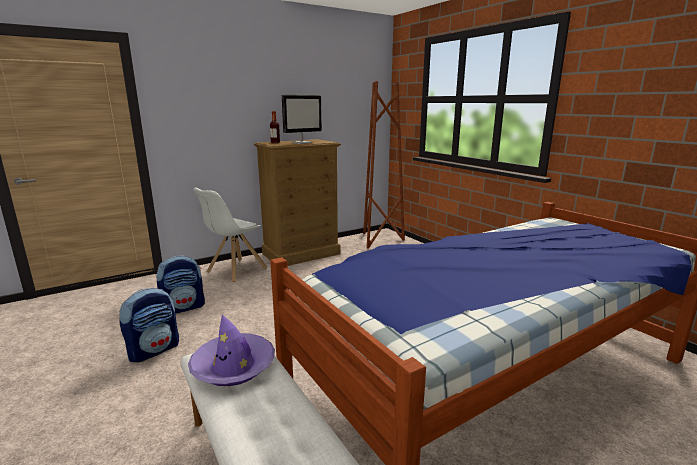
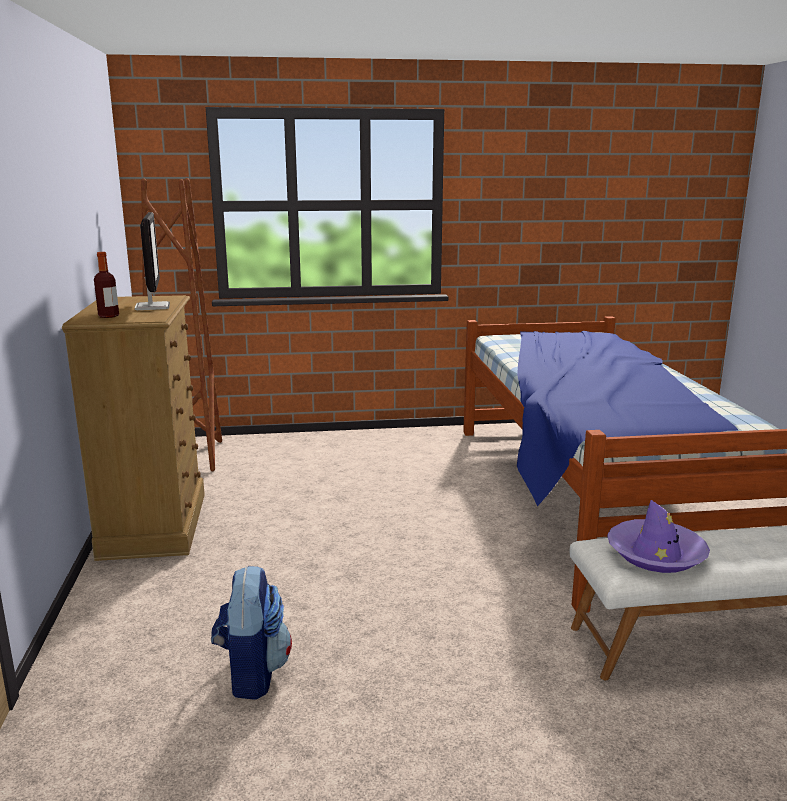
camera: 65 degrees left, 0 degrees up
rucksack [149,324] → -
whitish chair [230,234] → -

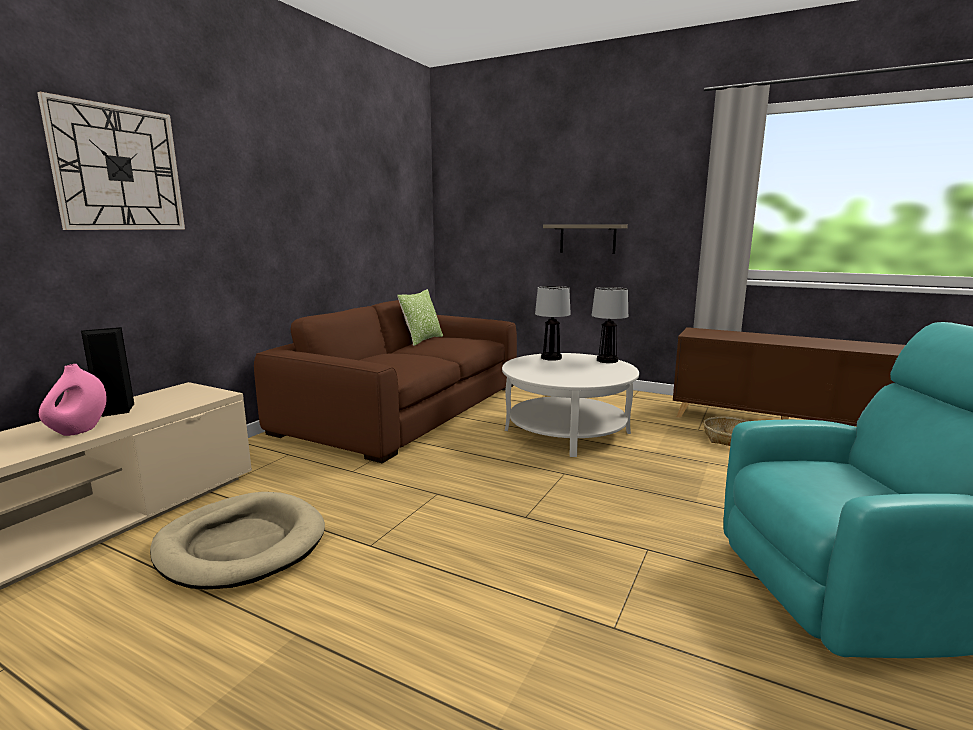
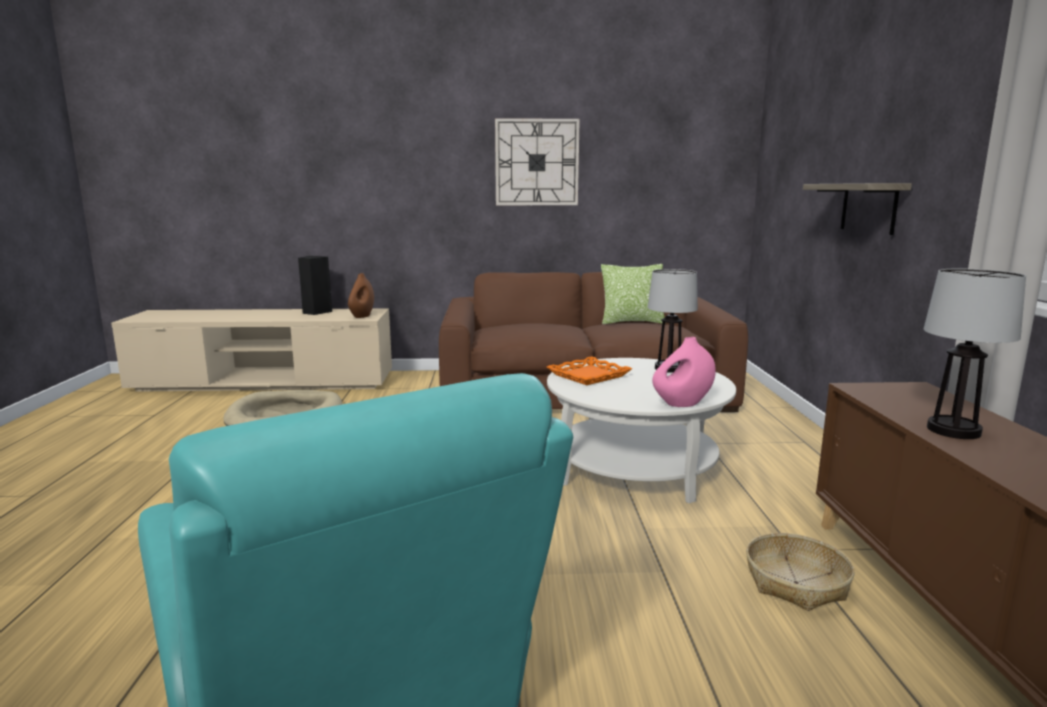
camera: 60 degrees right, 0 degrees up
hanging clock [111,161] → hanging clock [537,161], shifted
pinkish flower vase [73,400] → pinkish flower vase [684,372], shifted
tabletop lamp [610,325] → tabletop lamp [975,354], shifted
- → brownish flower vase [361,295]
- → orange-coloured carrying tray [589,370]

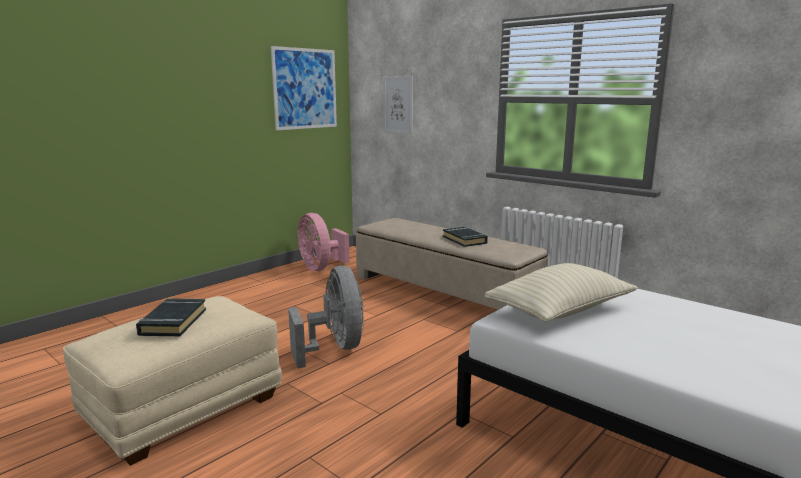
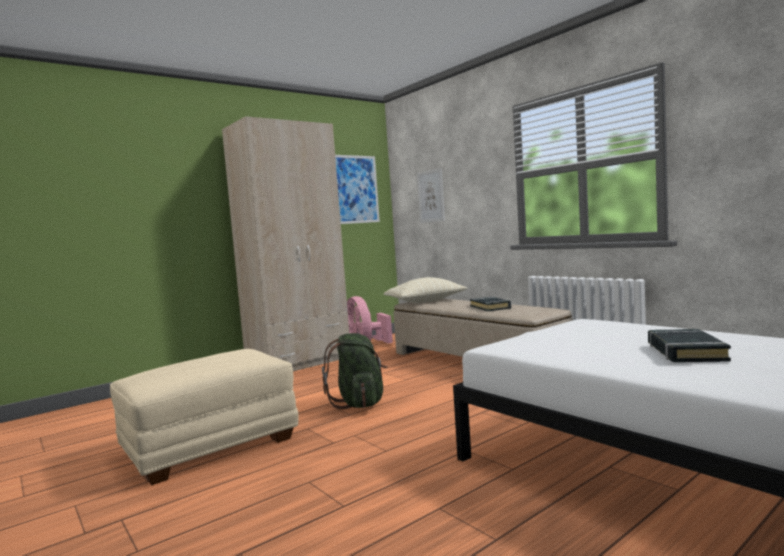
camera: 10 degrees right, 10 degrees down
blackish book [171,317] → blackish book [689,345], shifted
grey fan [326,317] → green rucksack [354,371]
beige-coloured throw pillow [561,292] → beige-coloured throw pillow [425,290], shifted
- → beige-coloured wardrobe [285,243]

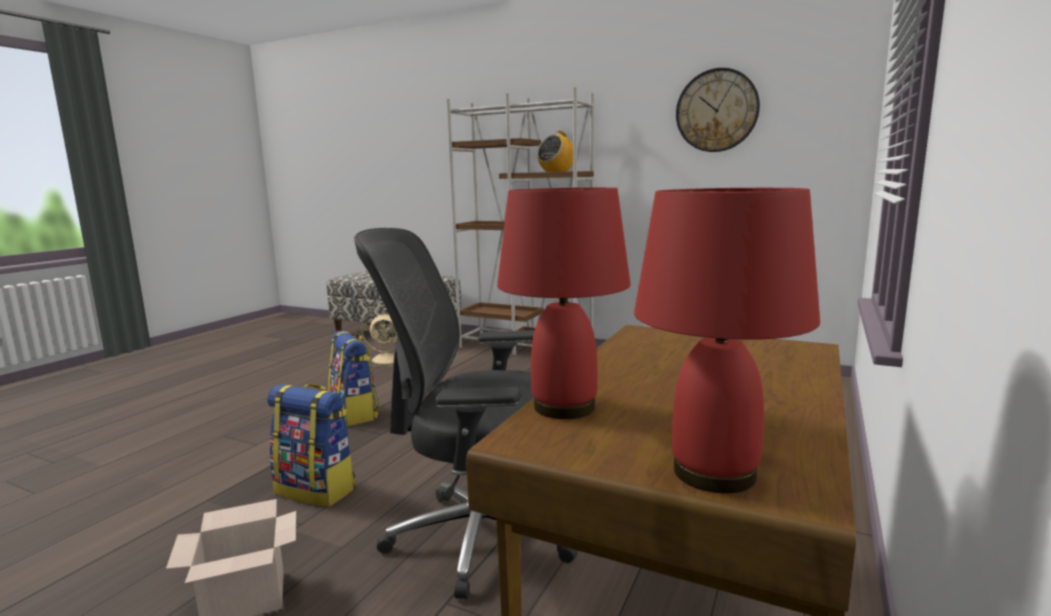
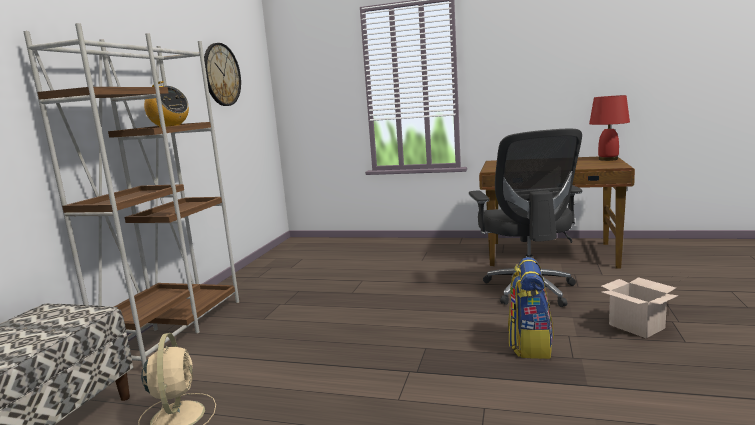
camera: 100 degrees left, 0 degrees up
rucksack [354,378] → -
red-coloured tabletop lamp [564,303] → -

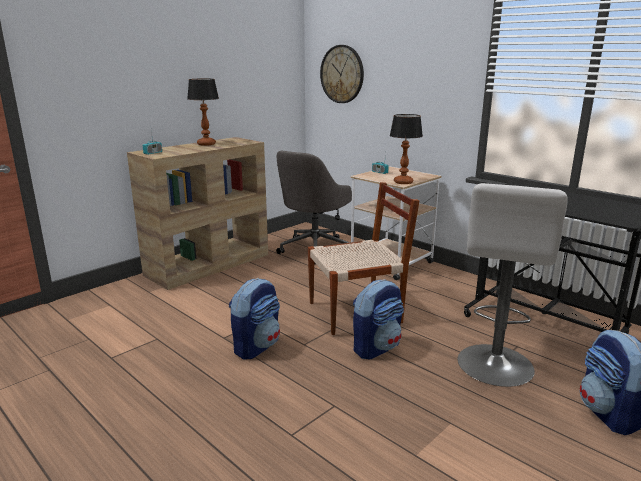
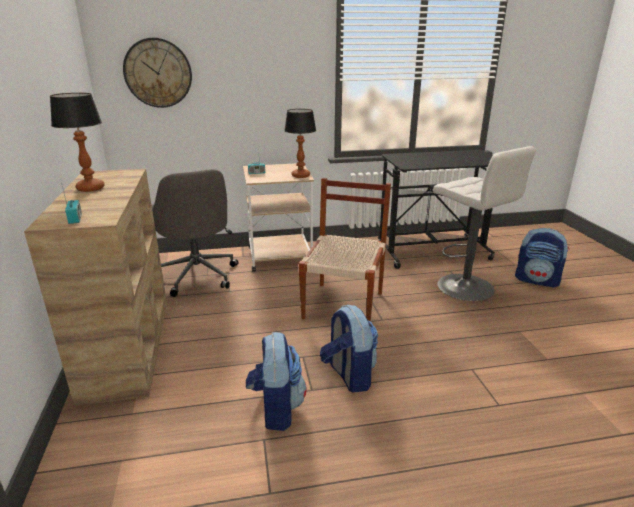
camera: 55 degrees left, 5 degrees up
rucksack [378,319] → rucksack [276,381], shifted

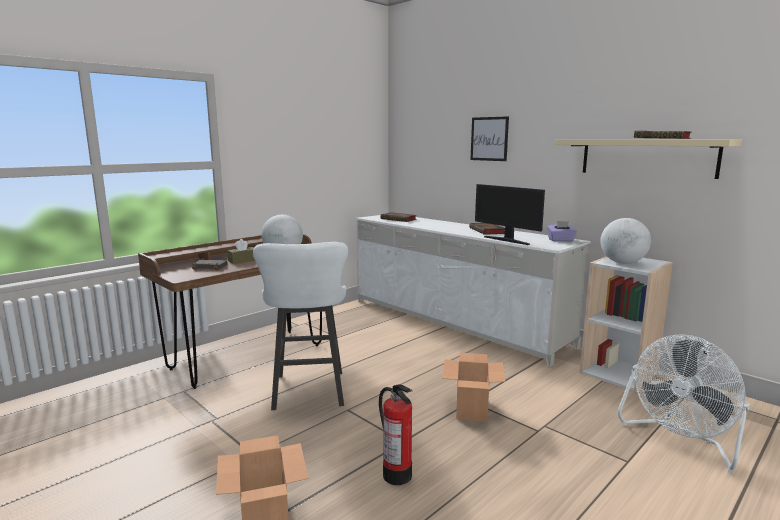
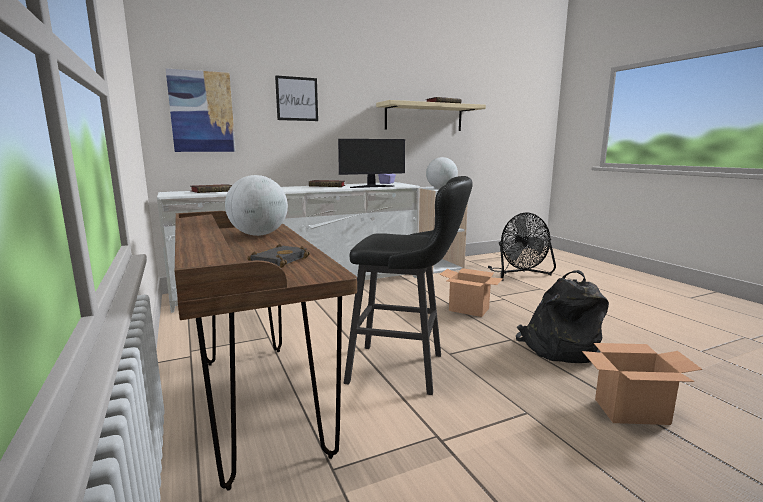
camera: 70 degrees left, 0 degrees up
brownish box of tissues [241,251] → -
whitish stool [300,326] → blackish stool [408,285]
fire-fighting cylinder [395,434] → blackish rucksack [562,316]
whitish fan [684,404] → blackish fan [522,247]
- → picture [201,110]

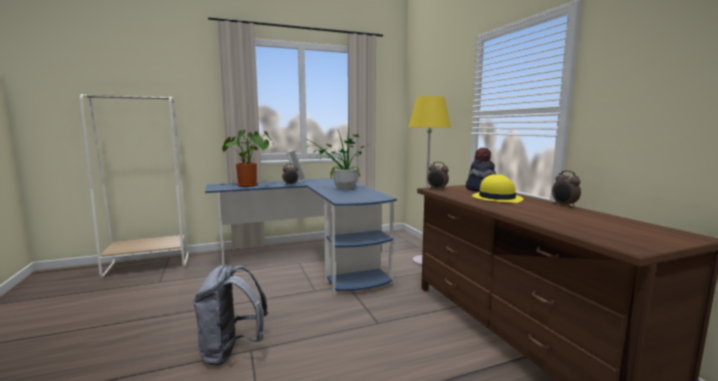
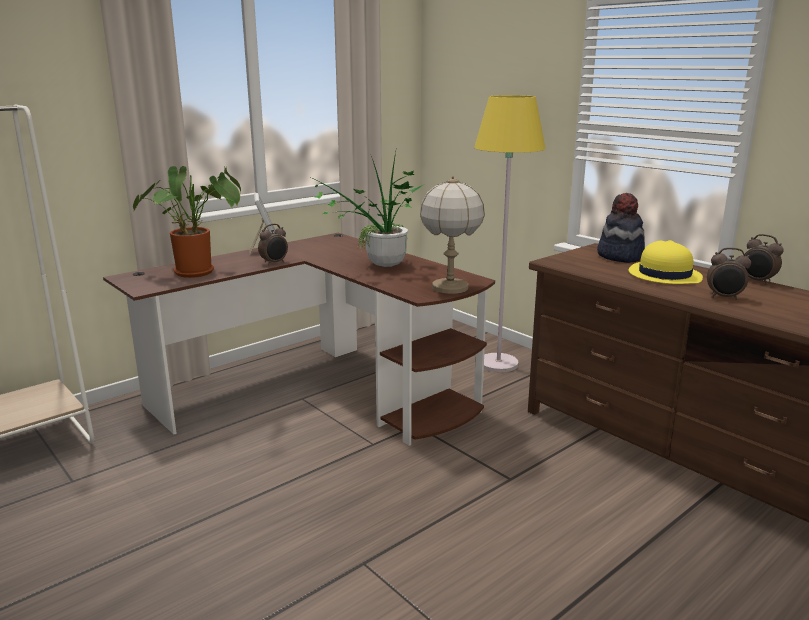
camera: 20 degrees left, 10 degrees up
grey rucksack [230,315] → -
bluish desk table [301,236] → brownish desk table [299,339]
bedside clock [438,176] → bedside clock [729,273], shifted
- → tabletop lamp [452,235]

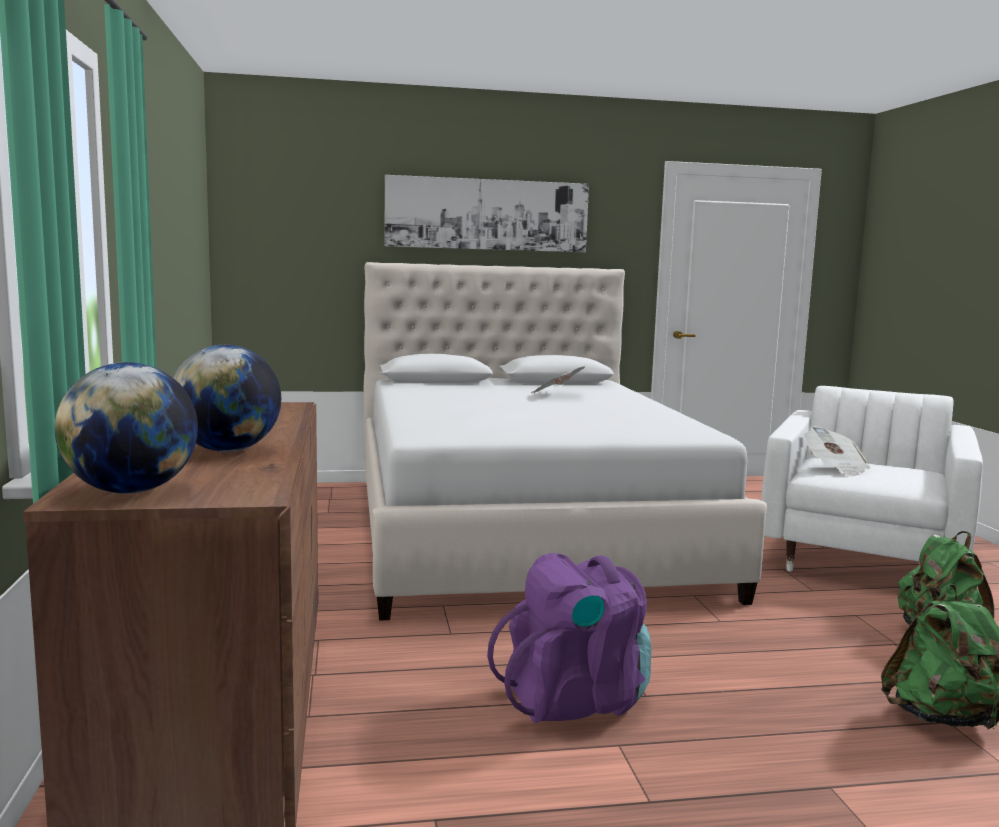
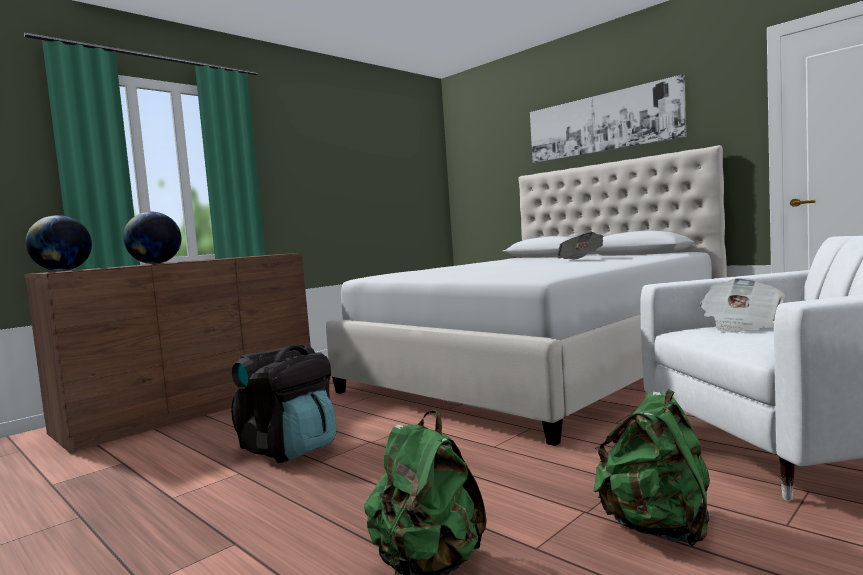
camera: 55 degrees right, 5 degrees down
purple-coloured rucksack [569,638] → blackish rucksack [283,403]

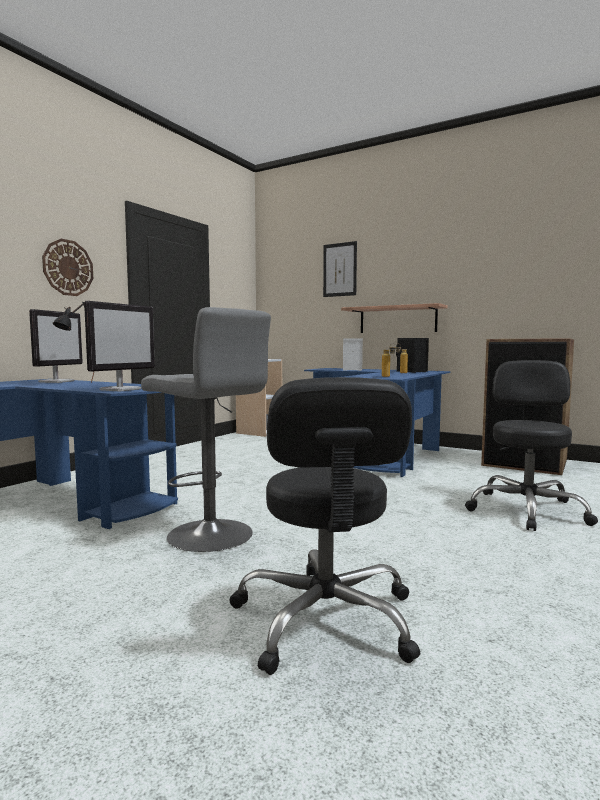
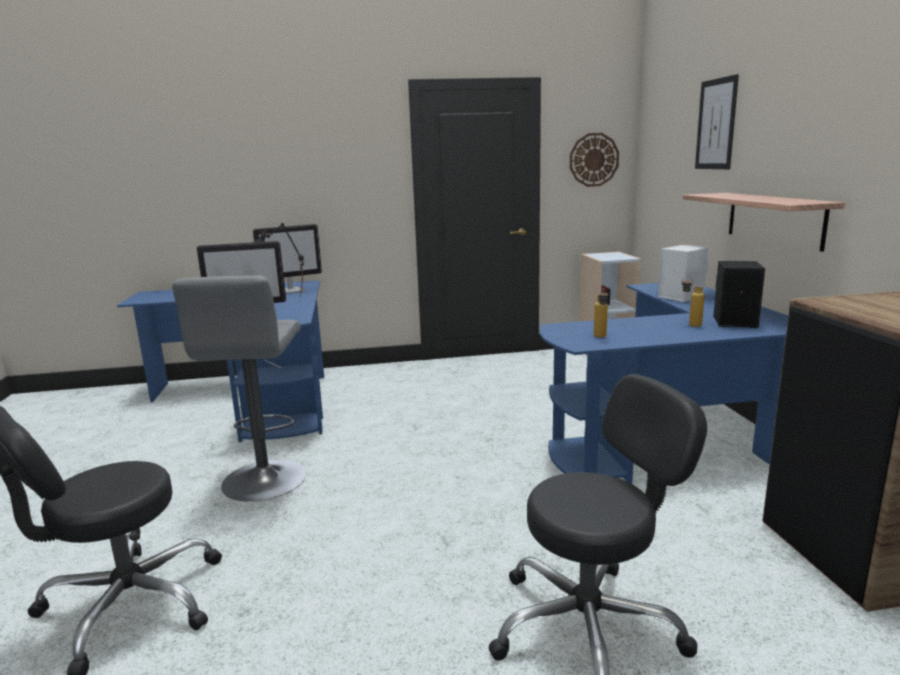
camera: 50 degrees right, 10 degrees up
hanging clock [67,267] → hanging clock [594,160], shifted

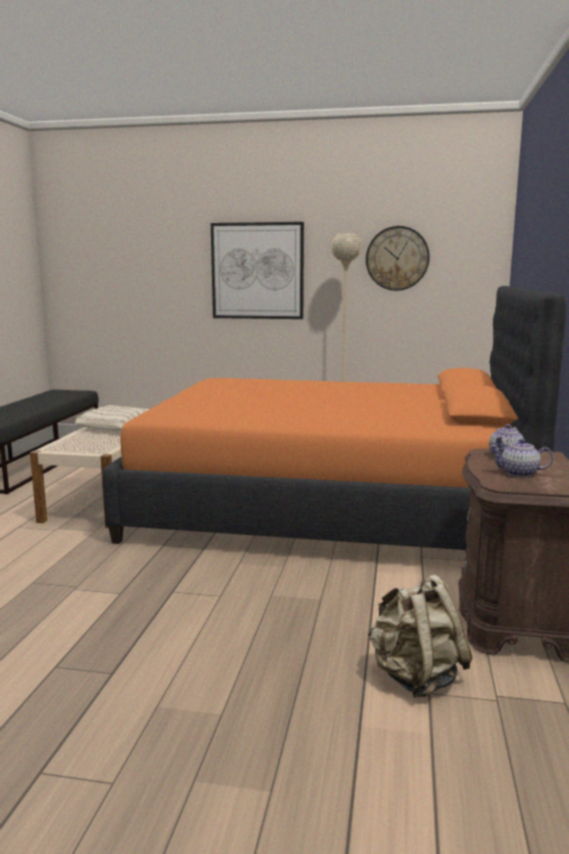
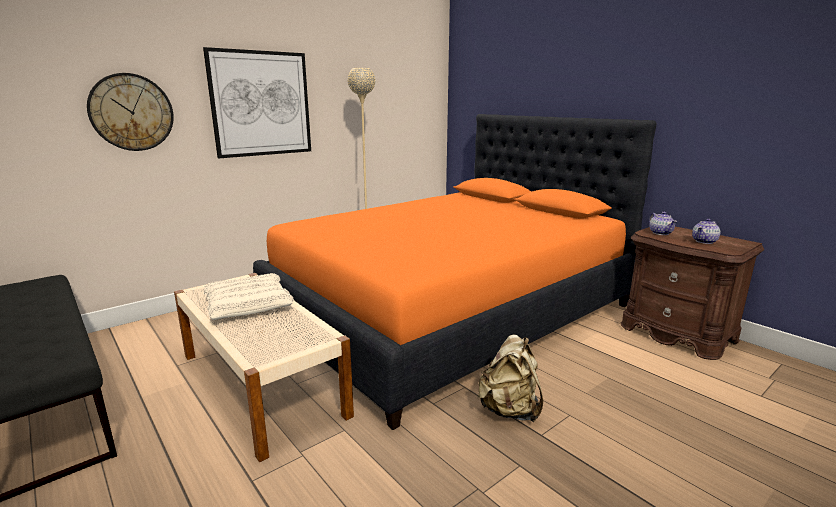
camera: 50 degrees left, 5 degrees up
hanging clock [398,258] → hanging clock [130,112], shifted
beige-coloured rucksack [420,636] → beige-coloured rucksack [510,378], shifted

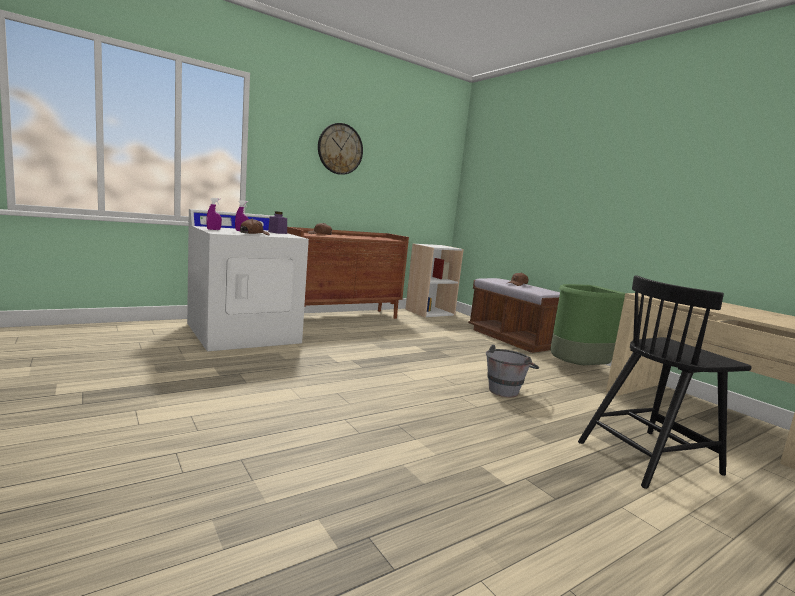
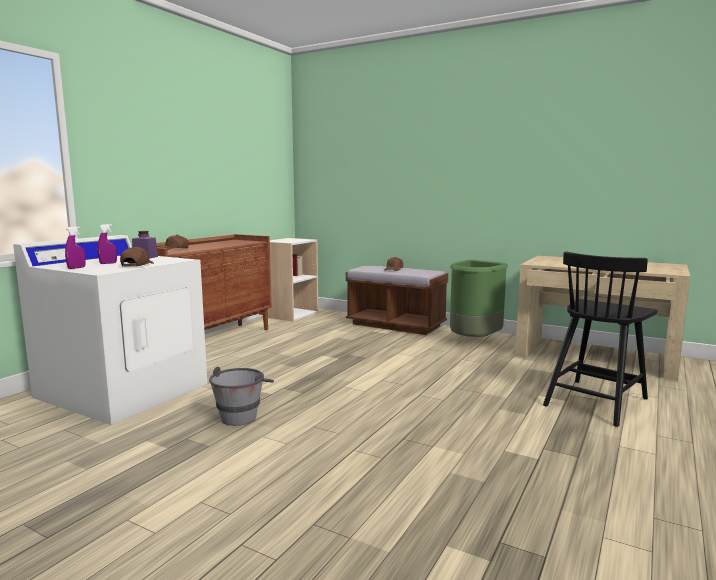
camera: 25 degrees left, 0 degrees up
hanging clock [340,149] → -
grey water bucket [512,371] → grey water bucket [241,396], shifted

